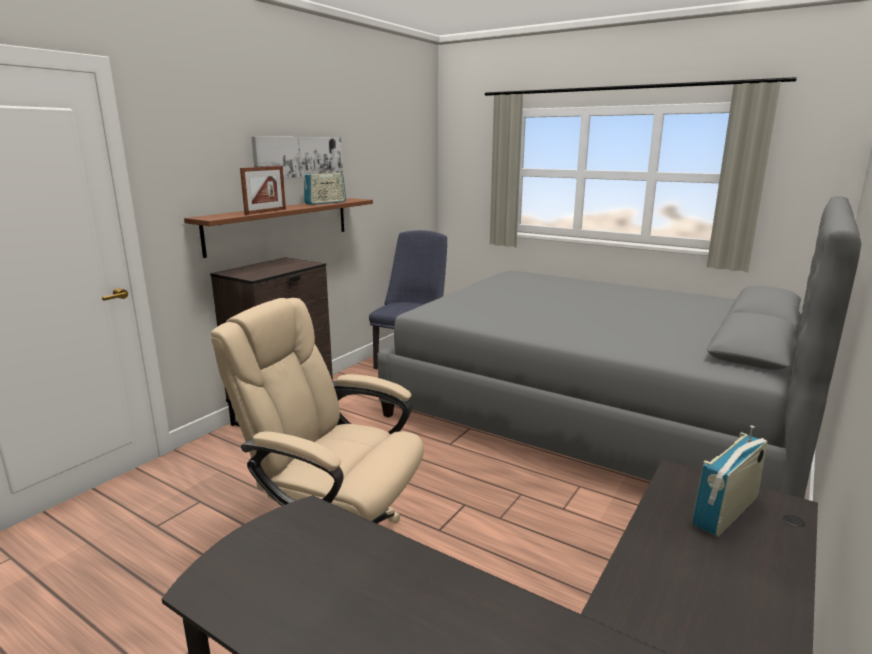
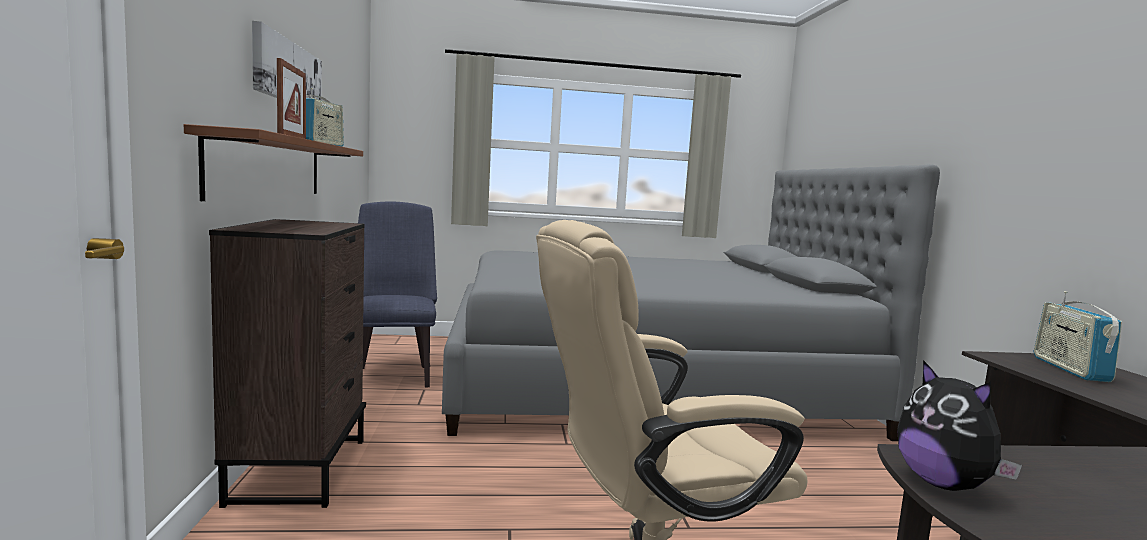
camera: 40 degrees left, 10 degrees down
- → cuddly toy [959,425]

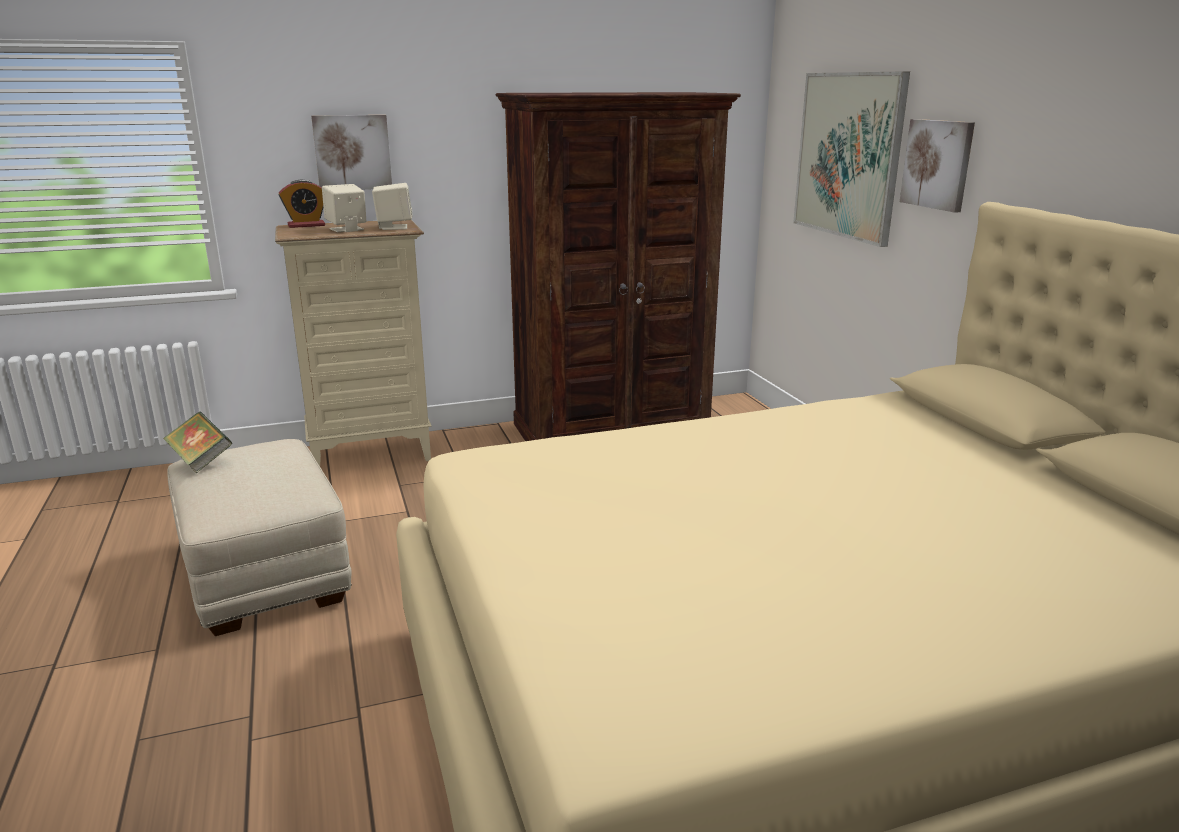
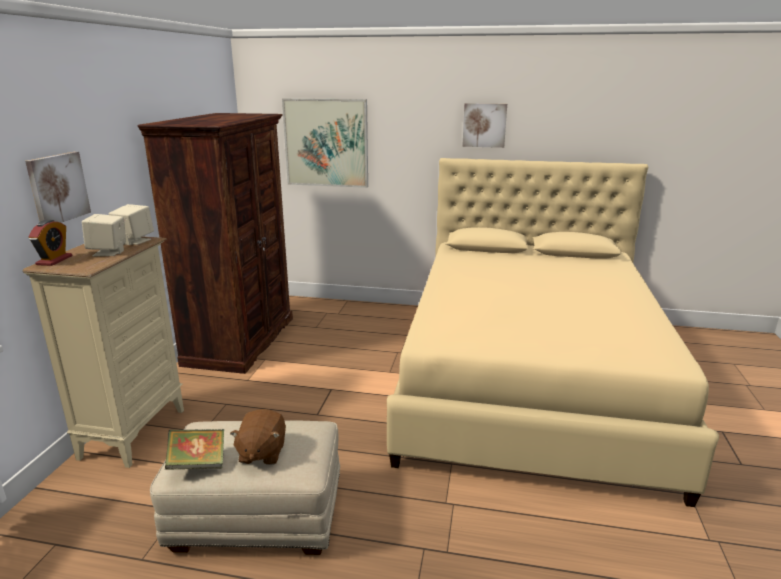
camera: 60 degrees left, 0 degrees up
picture [937,166] → picture [484,125], shifted
- → brownish cuddly toy [258,437]

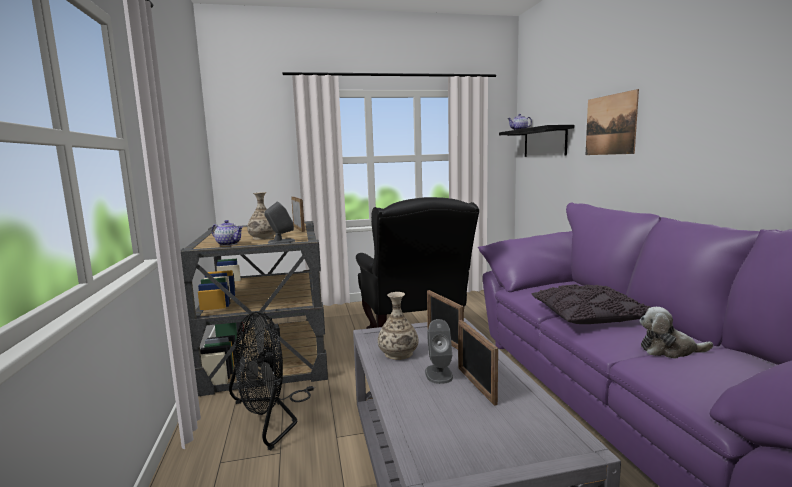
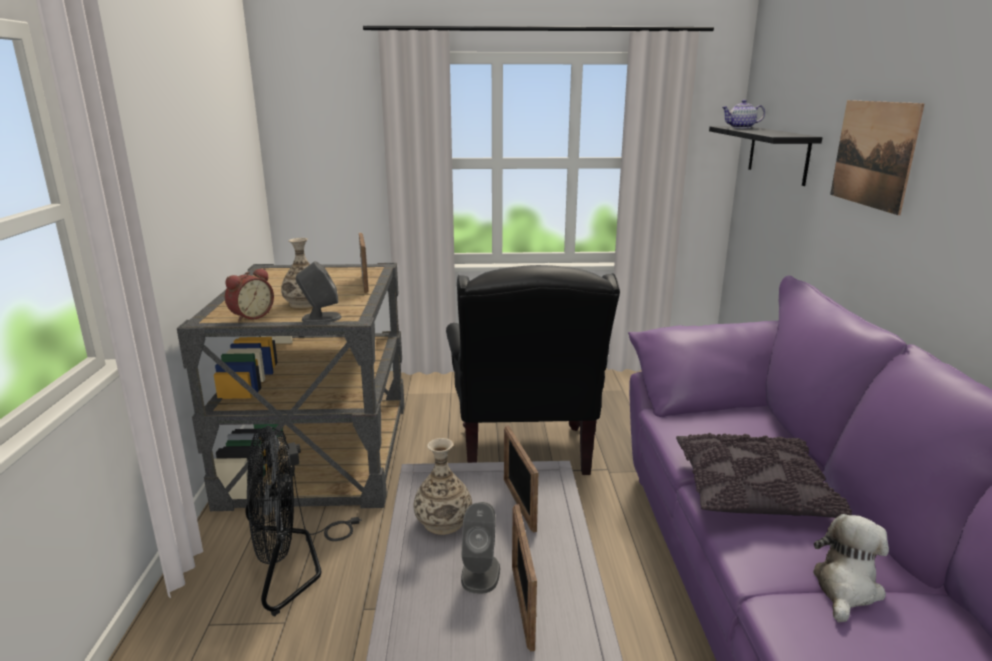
camera: 10 degrees right, 10 degrees up
tea pot [227,233] → bedside clock [249,295]
cuddly toy [676,333] → cuddly toy [851,568], 105 degrees clockwise

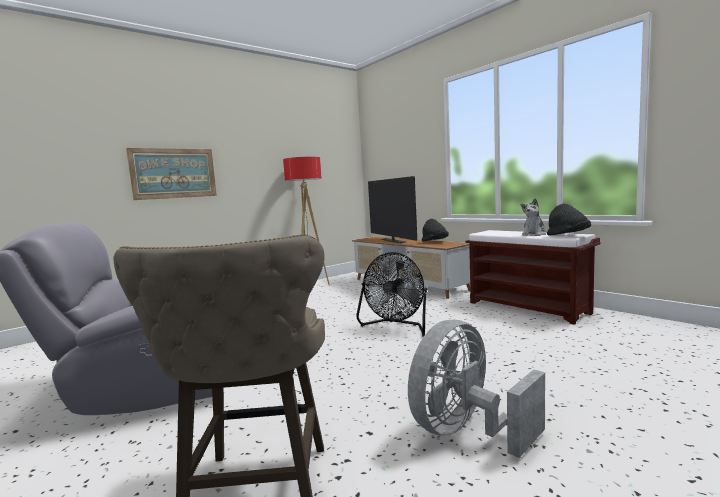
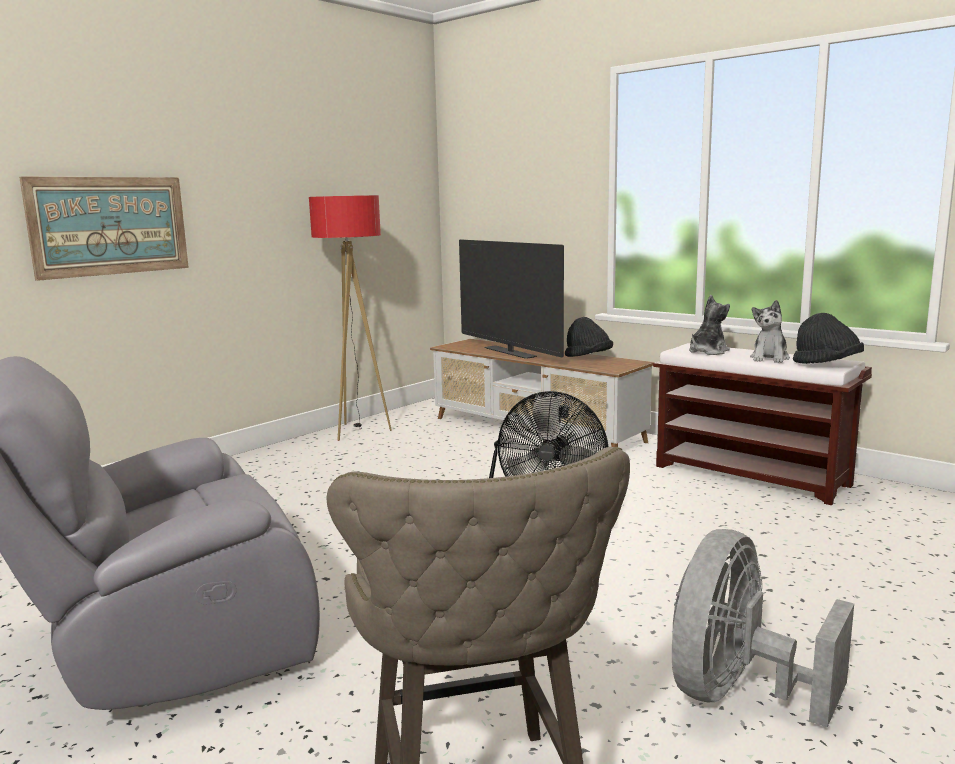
camera: 10 degrees left, 5 degrees up
- → cuddly toy [709,325]

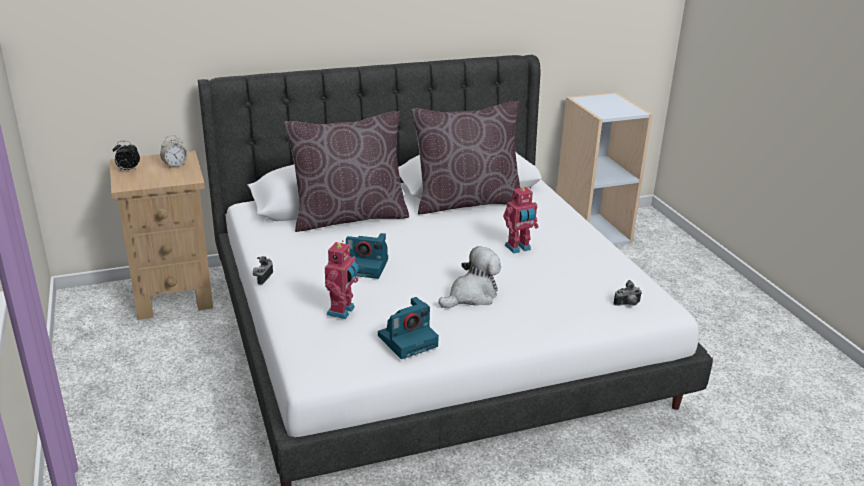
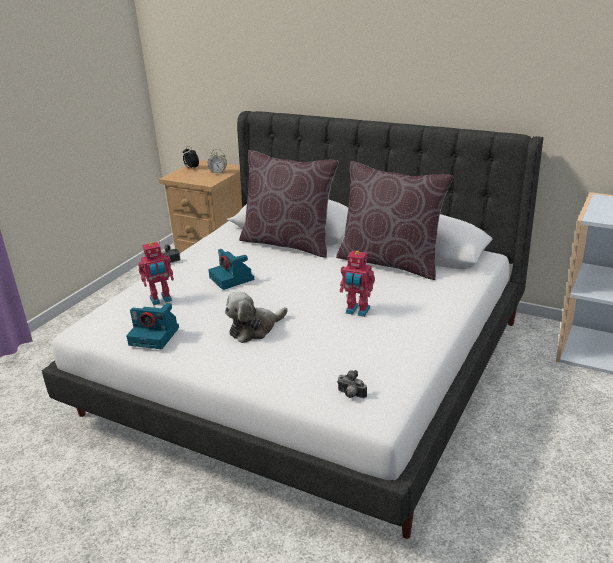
camera: 50 degrees right, 0 degrees up
cuddly toy [470,277] → cuddly toy [256,317], 135 degrees clockwise

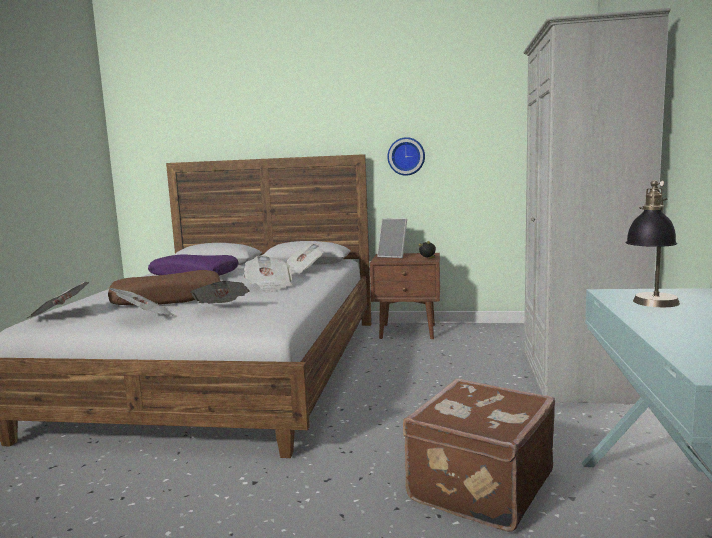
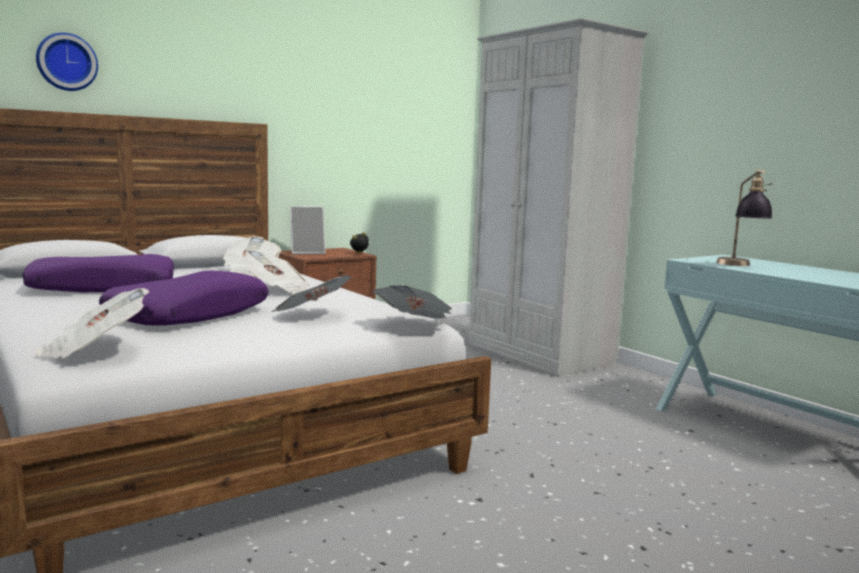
camera: 45 degrees left, 0 degrees up
brownish throw pillow [164,287] → purple-coloured throw pillow [184,298]
newspaper [142,302] → newspaper [412,301], shifted
hanging clock [406,156] → hanging clock [67,61], shifted
brownish piece of luggage [479,455] → -

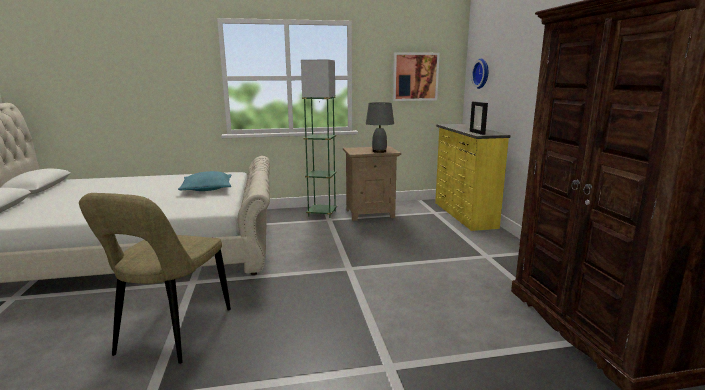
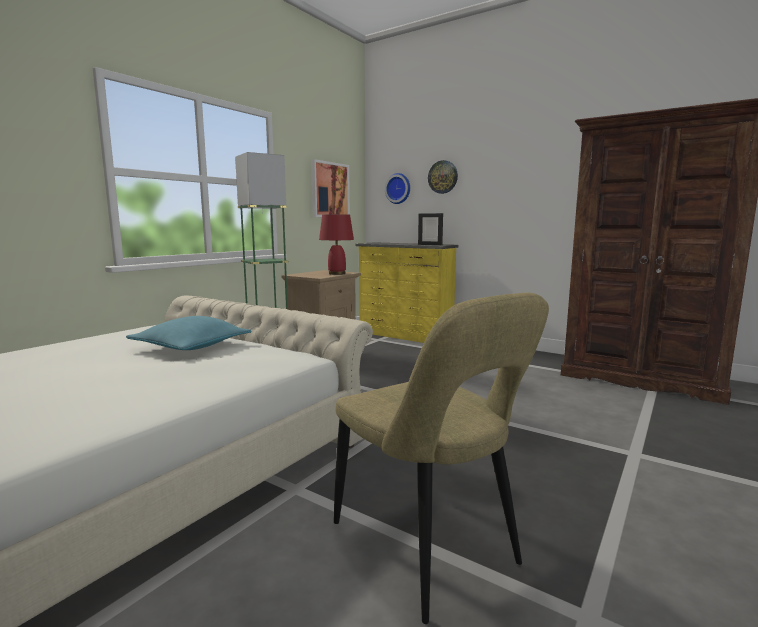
camera: 45 degrees left, 5 degrees down
grey tabletop lamp [380,127] → red-coloured tabletop lamp [336,244]
- → hanging clock [443,177]

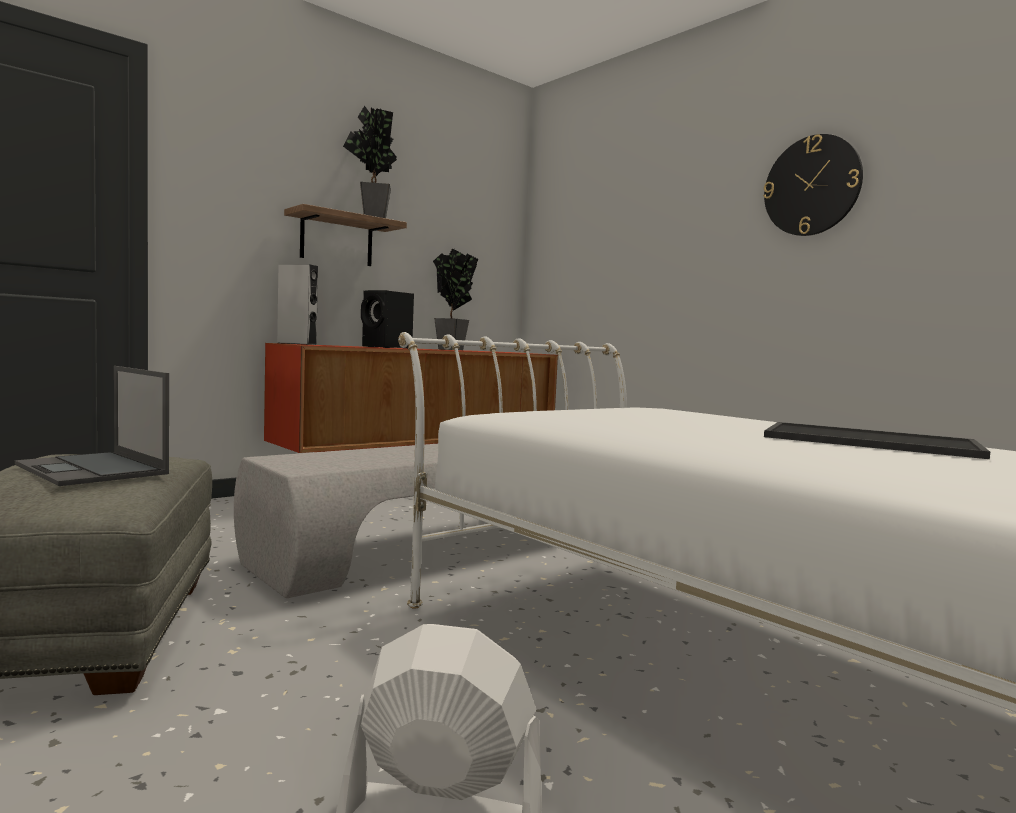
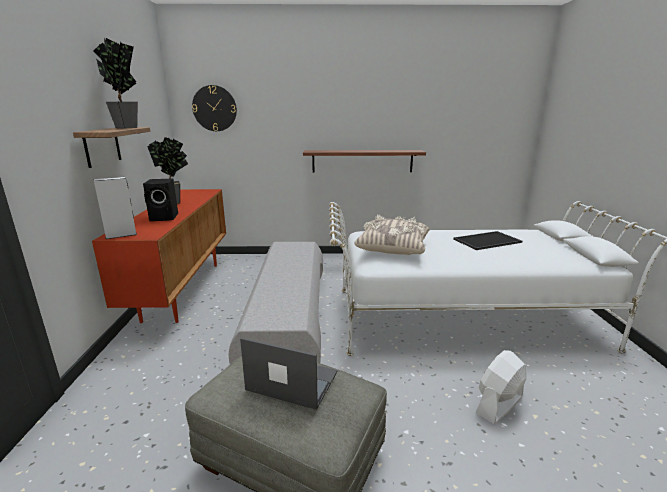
camera: 50 degrees left, 15 degrees up
portable computer [92,426] → portable computer [288,373], 150 degrees counterclockwise
hanging clock [813,185] → hanging clock [214,108], shifted
- → wall shelf [364,161]
- → beige-coloured throw pillow [391,235]

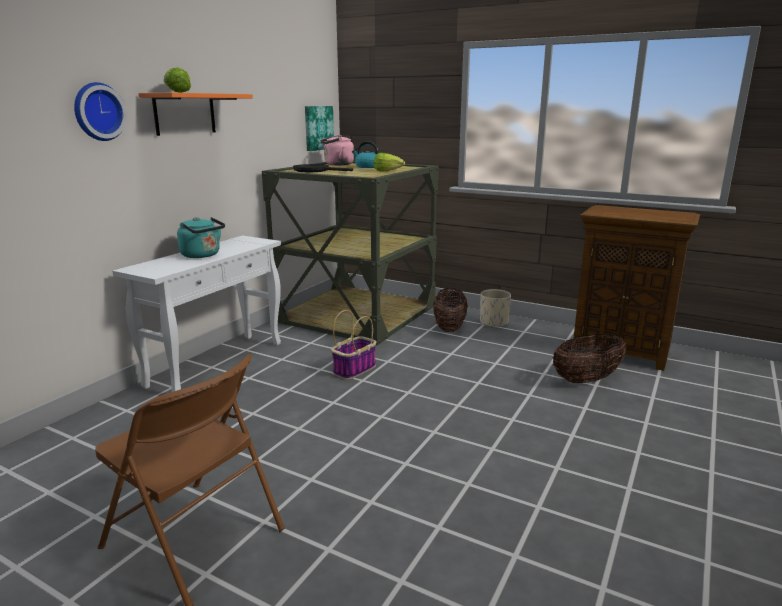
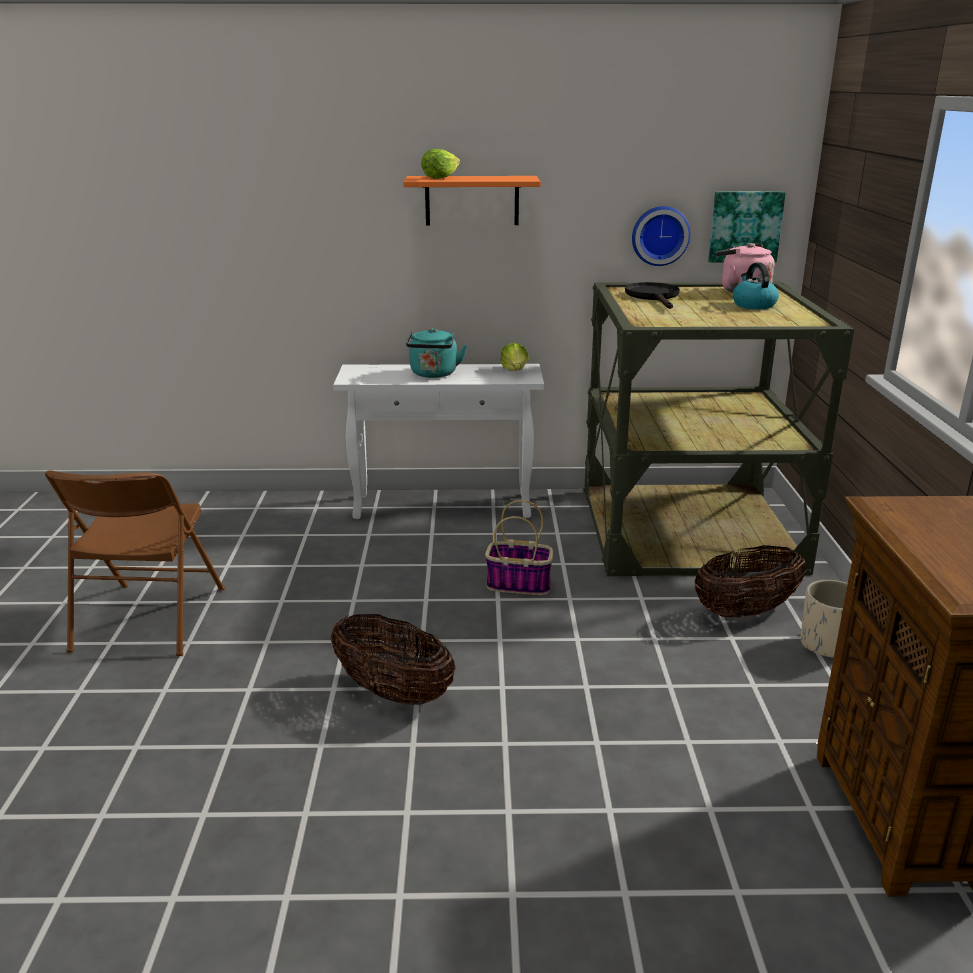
camera: 60 degrees right, 5 degrees up
hanging clock [100,111] → hanging clock [661,236], shifted
lettuce head [389,162] → lettuce head [514,357], shifted
storage basket [590,358] → storage basket [393,659], shifted

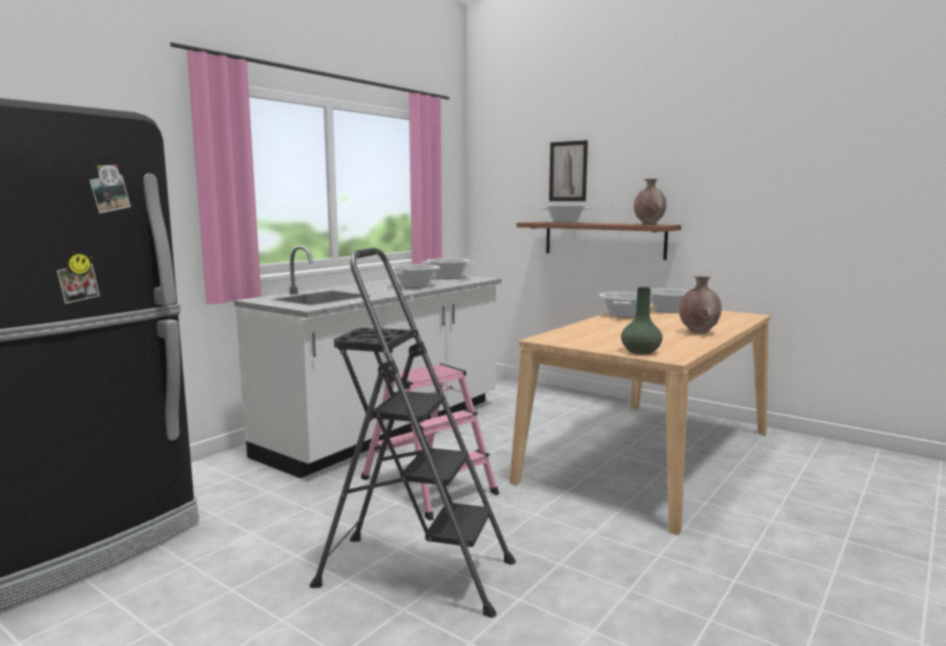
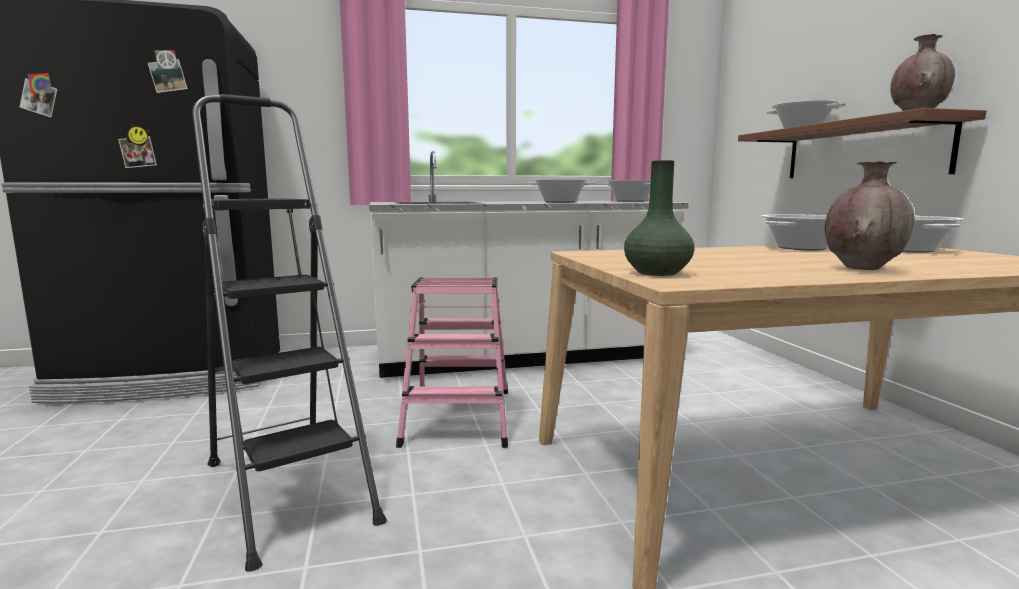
camera: 40 degrees right, 0 degrees up
picture [568,170] → -

